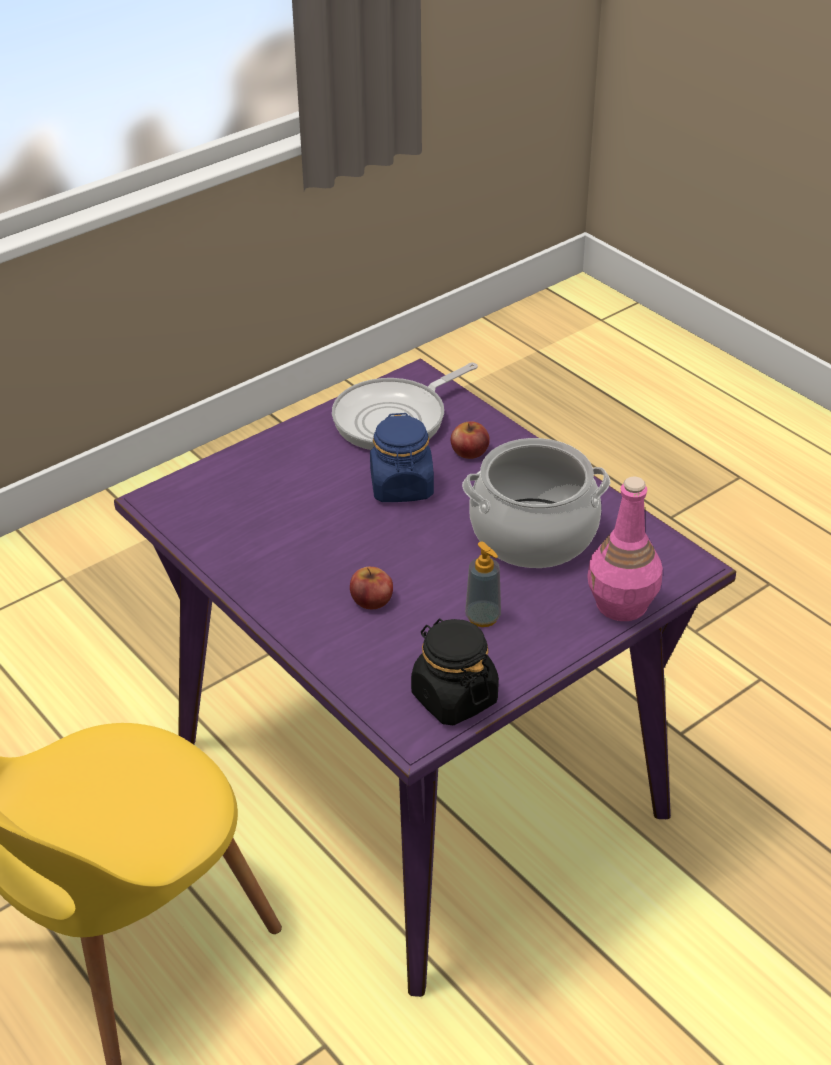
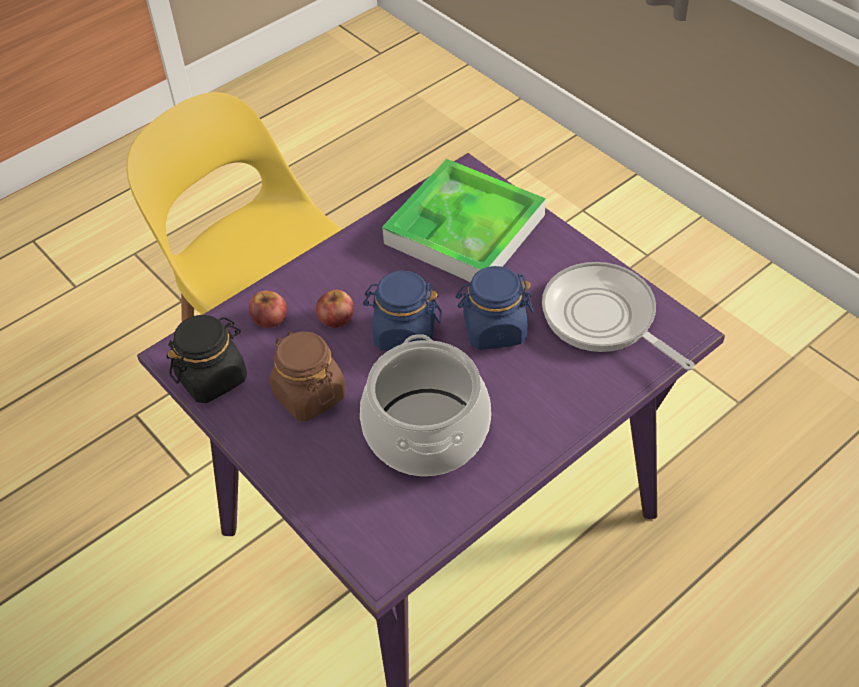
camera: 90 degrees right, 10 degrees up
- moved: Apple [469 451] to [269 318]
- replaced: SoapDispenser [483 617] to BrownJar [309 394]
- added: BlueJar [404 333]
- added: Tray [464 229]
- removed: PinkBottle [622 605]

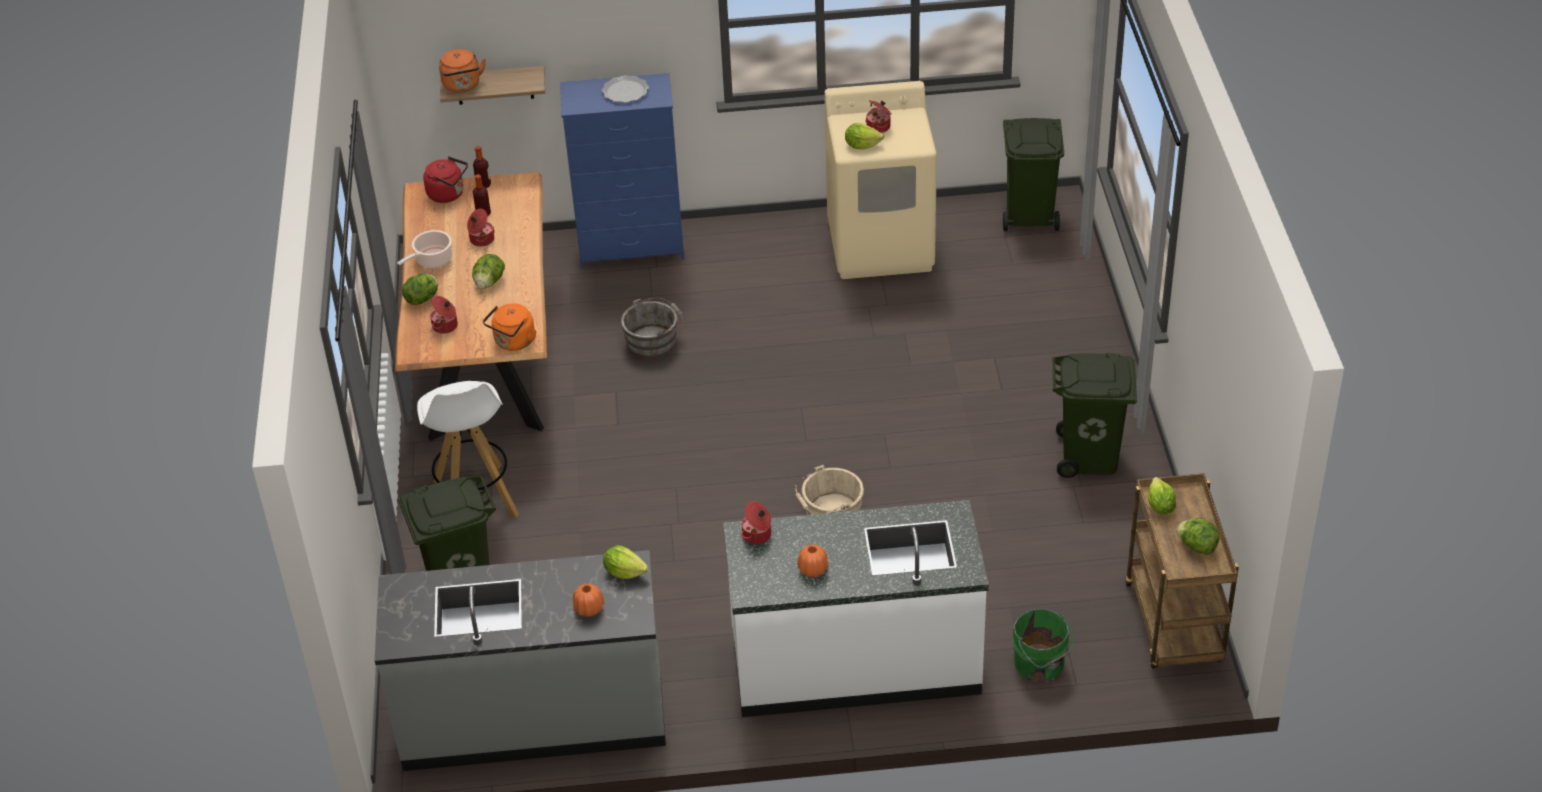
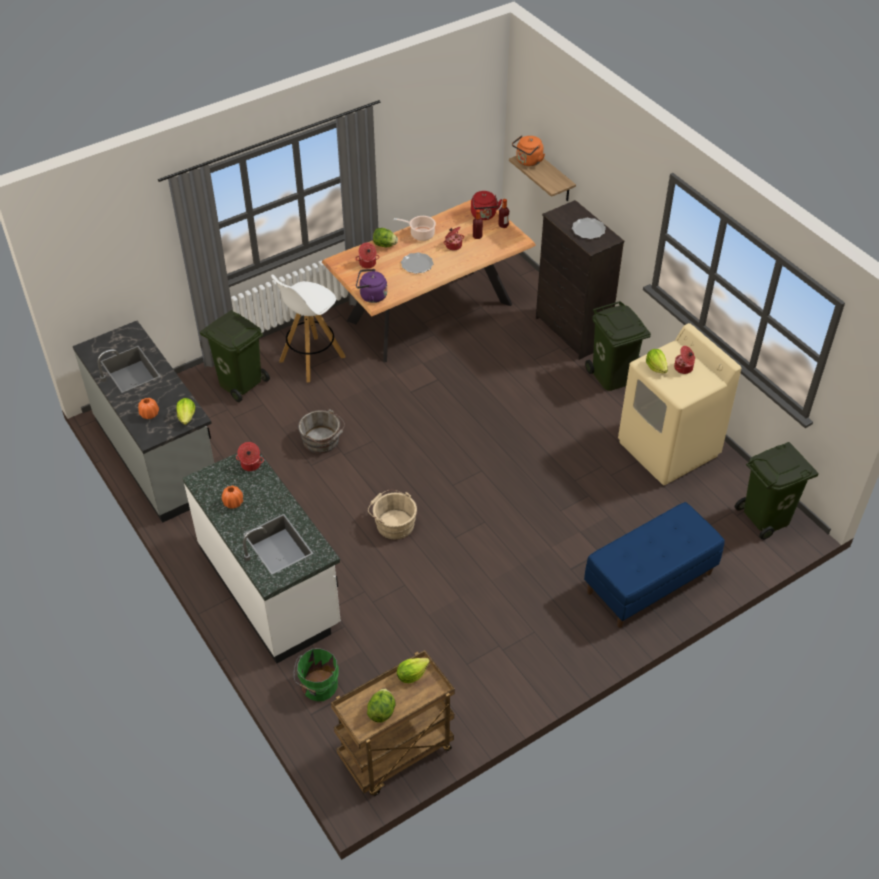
camera: 60 degrees right, 5 degrees up
- moved: GreyBucket [654 341] to [322 441]
- recoloured: OrangeKettle [513 342] to PurpleKettle [371 296]
- replaced: Lettuce [489 283] to Plate [417 264]
- recoloured: BlueDresser [632 247] to BlackDresser [572 332]
- added: BlueBench [649 583]
- moved: GreenTrashCan [1089 457] to [611 376]

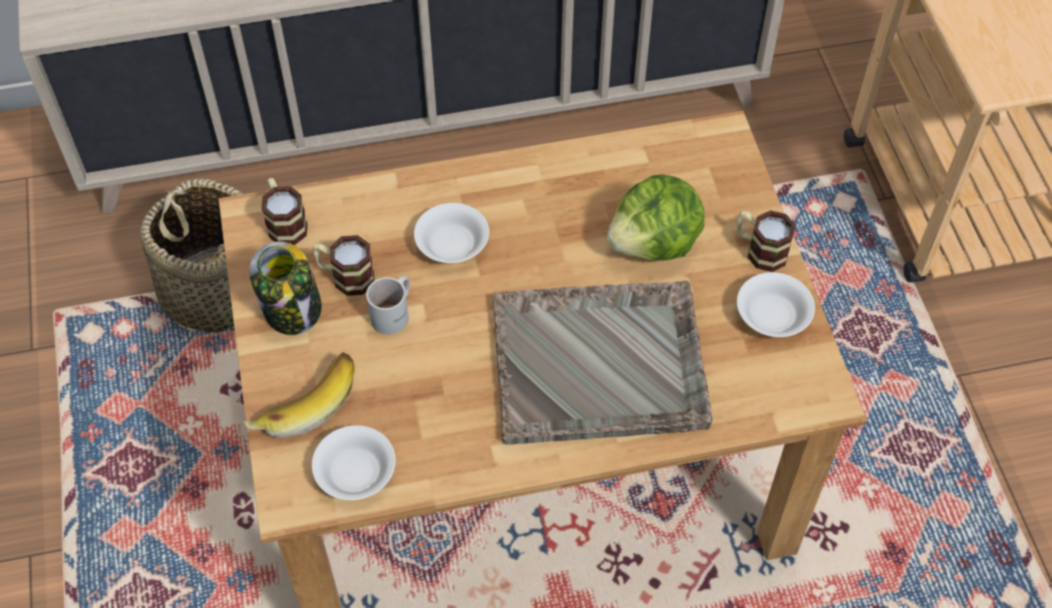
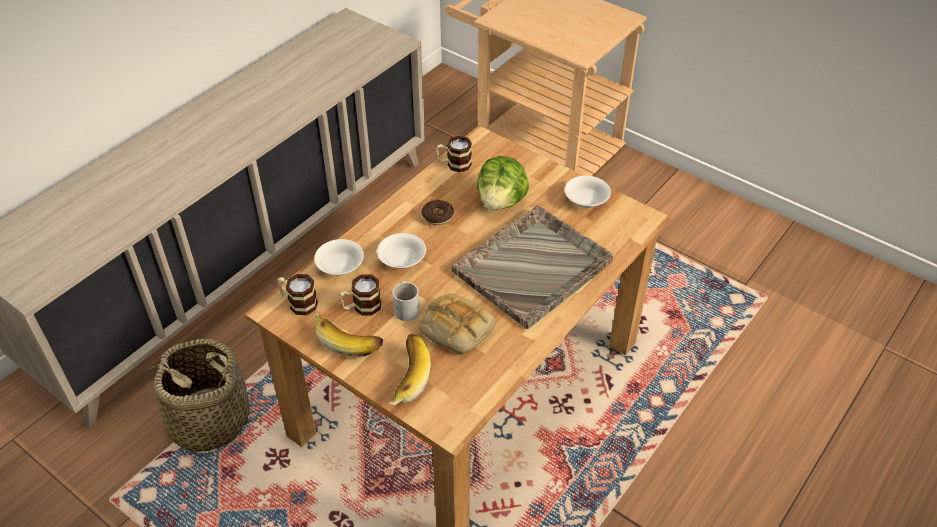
camera: 40 degrees left, 10 degrees down
- moved: WhiteBowl [357 473] to [341 265]
- replaced: Jar [292 310] to Banana [349 340]
- added: Bread [455 328]
- added: Donut [437 216]
- moved: Mug [760 250] to [454 164]

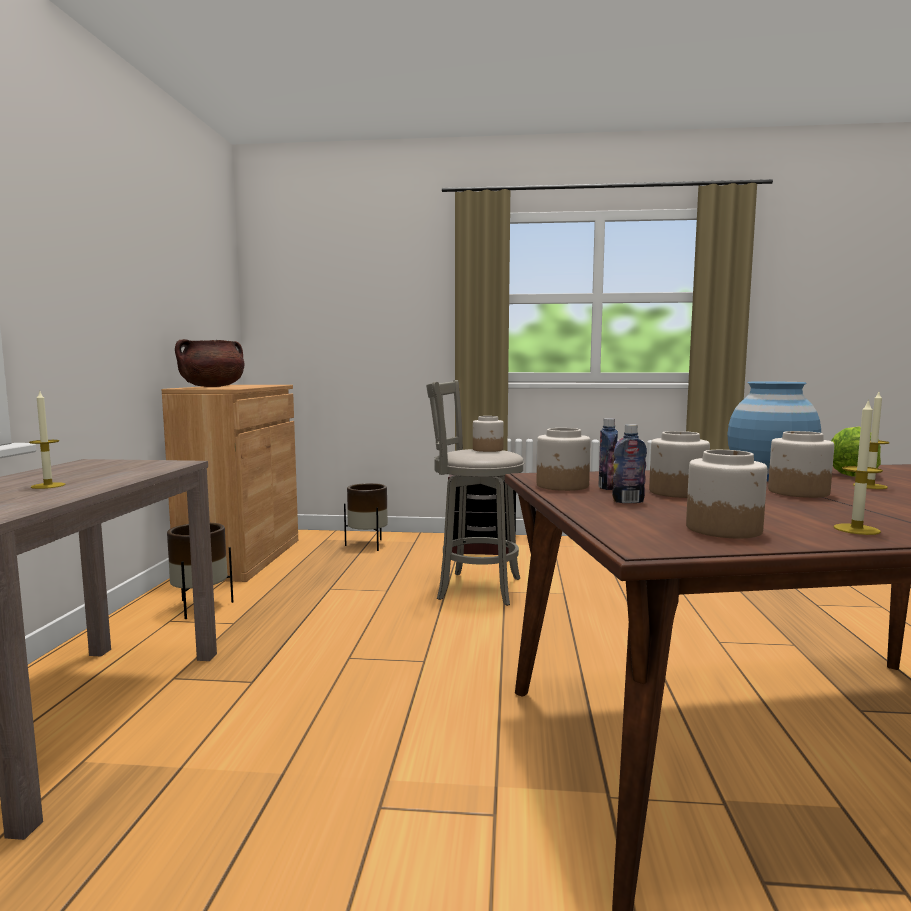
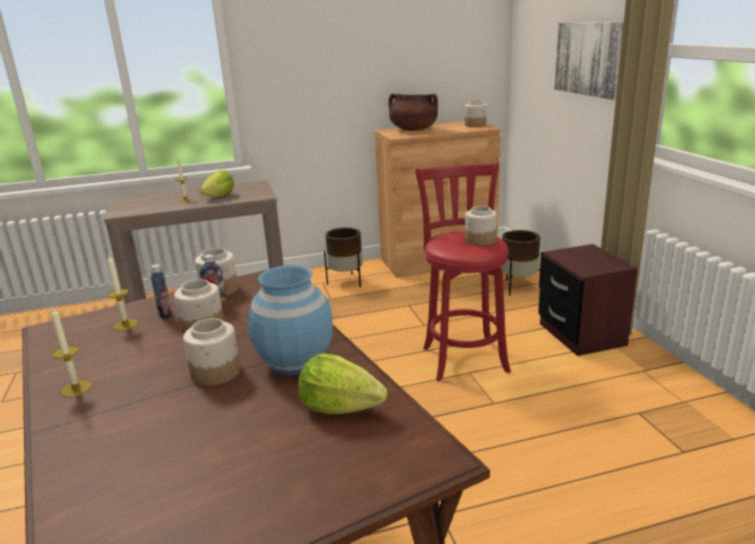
camera: 70 degrees right, 15 degrees up
- moved: Candle [870 486] to [125 325]
- added: Lettuce [219 196]
- recoloured: GreyStool [474 588] to RedStool [464 357]
- moved: Jar [723 529] to [475 125]
- added: Picture [590 58]

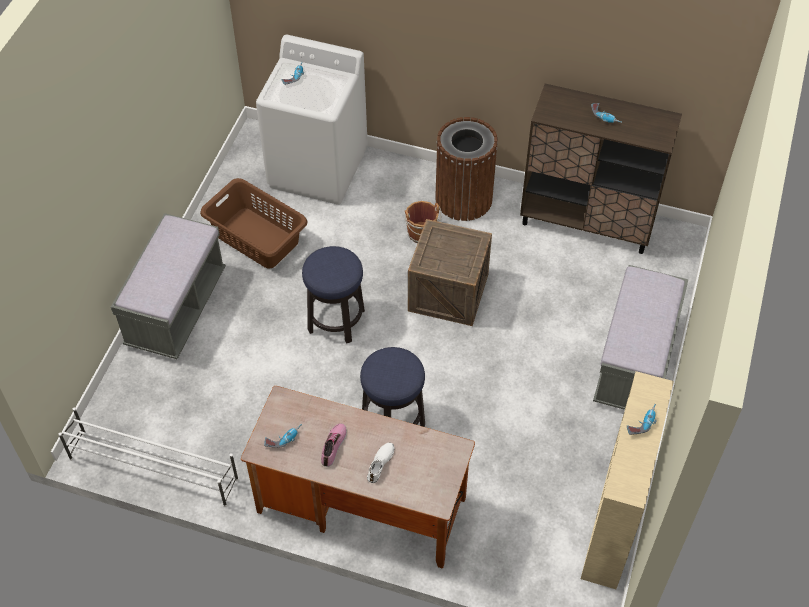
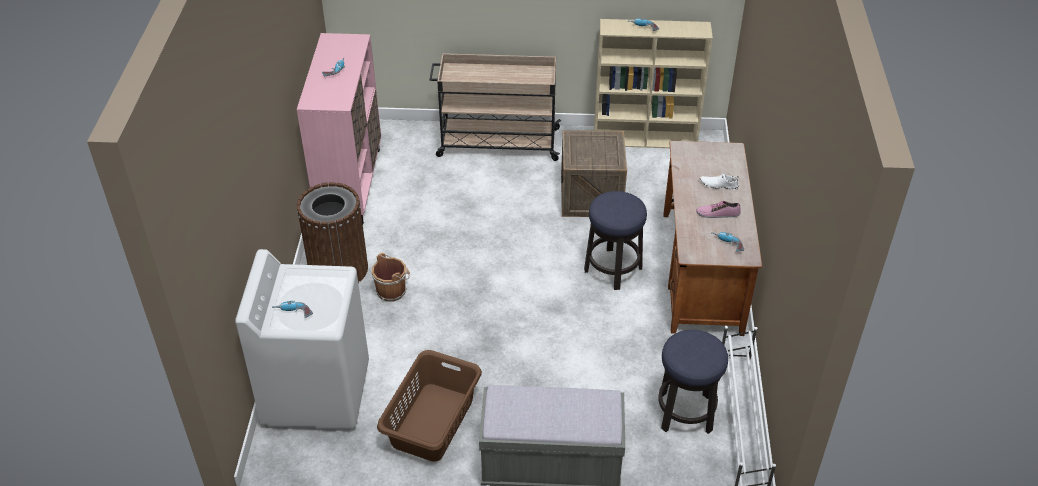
camera: 105 degrees left, 10 degrees down
- recoloured: BrownCabinet [587 222] to PinkCabinet [350 184]
- replaced: GreyBench [634 363] to BeigeCart [497 143]
- moved: Crate [448 292] to [591 196]
- moved: Stool [336 320] to [685 413]

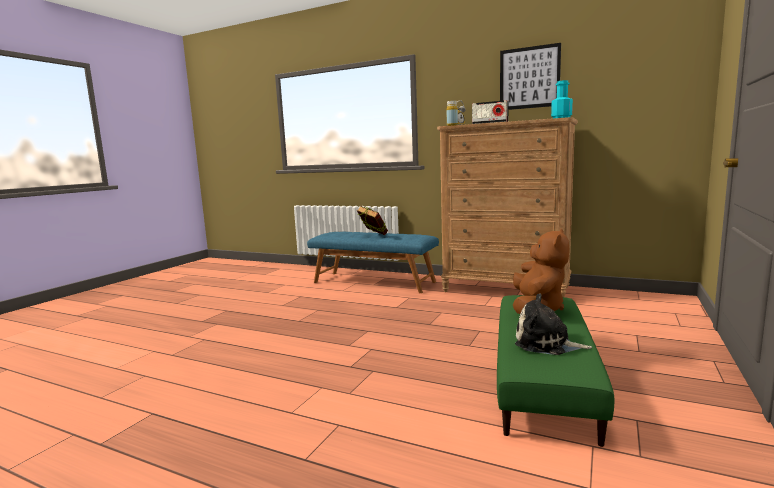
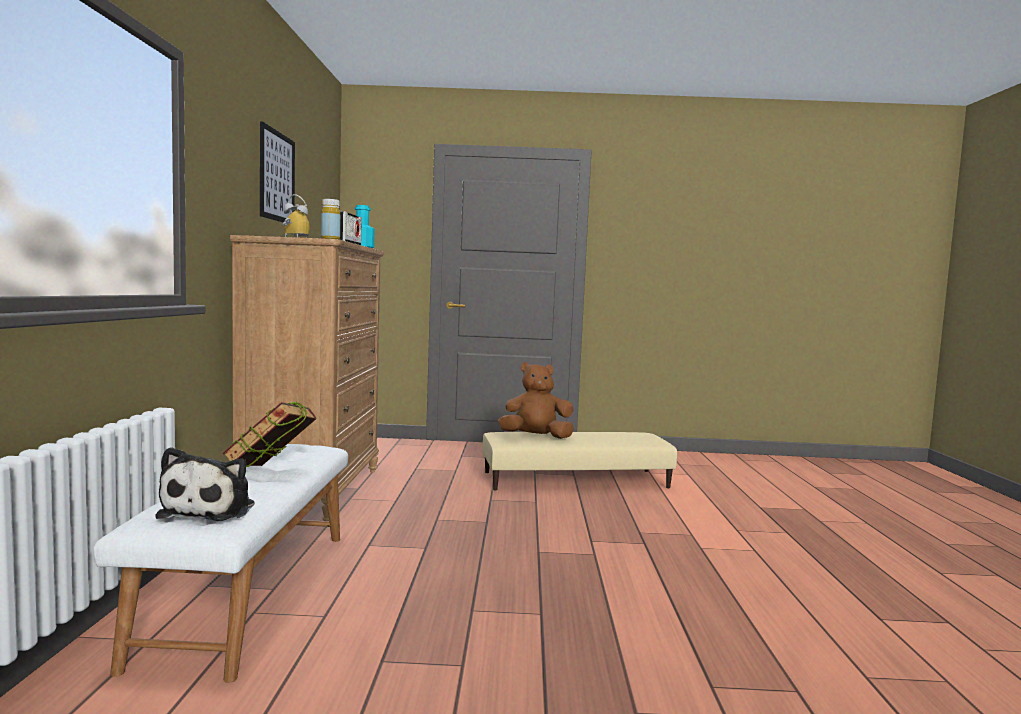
camera: 115 degrees left, 5 degrees down
- recoloured: BlueBench [374 282] to WhiteBench [248 592]
- moved: PlushToy [546 344] to [211 510]
- recoloured: GreenOttoman [543 377] to BeigeOttoman [575 480]

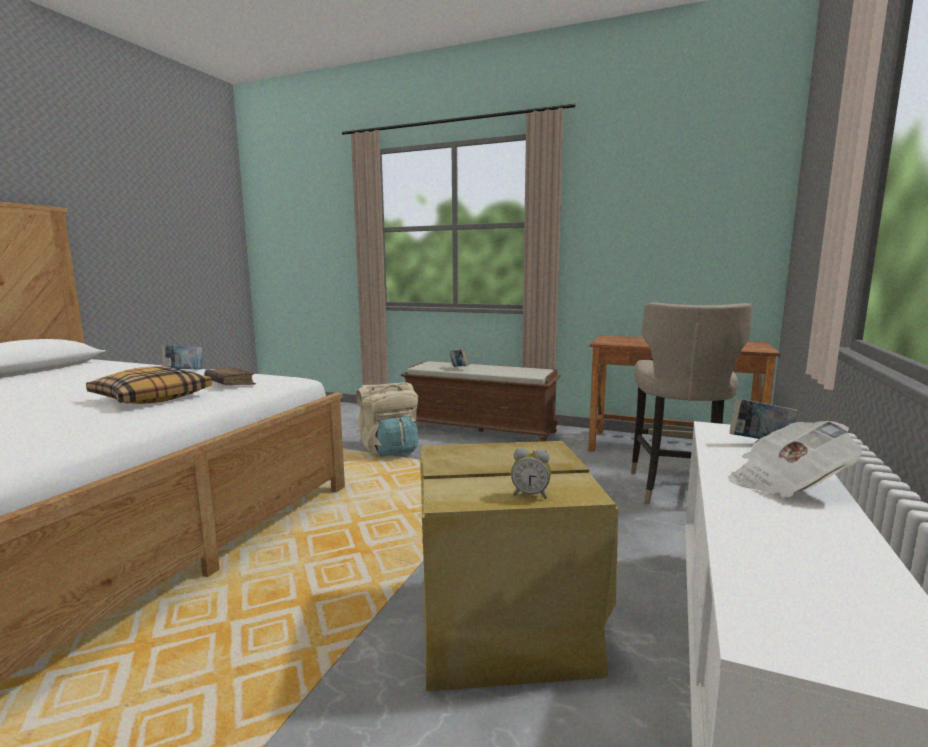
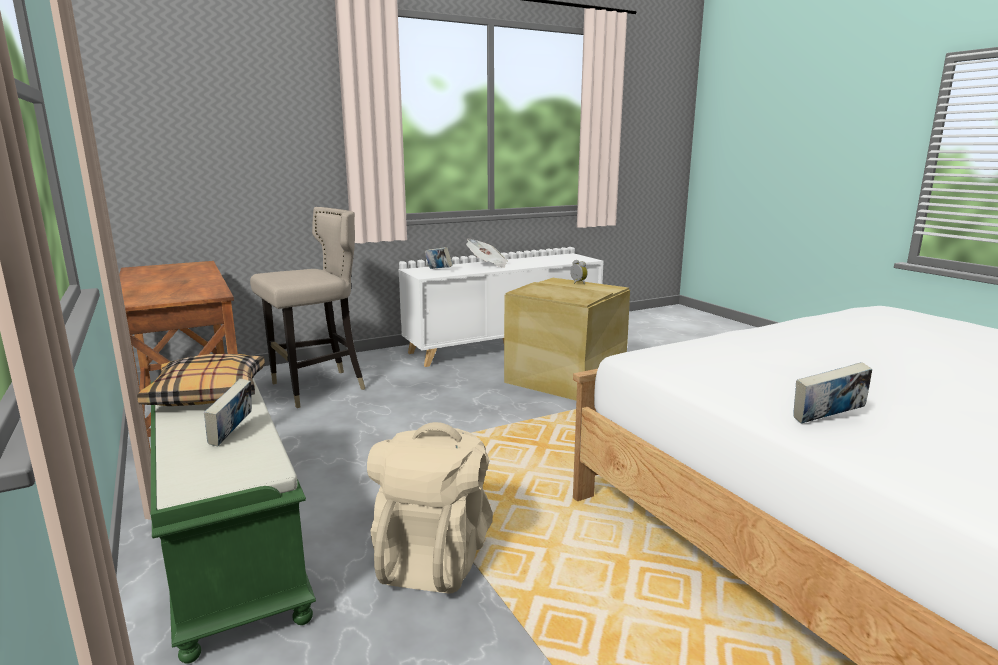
camera: 140 degrees left, 5 degrees up
- moved: Pillow [152 397] to [208 394]
- recoloured: BrownBench [481 430] to GreenBench [227 541]
- removed: BrownBook [230 383]

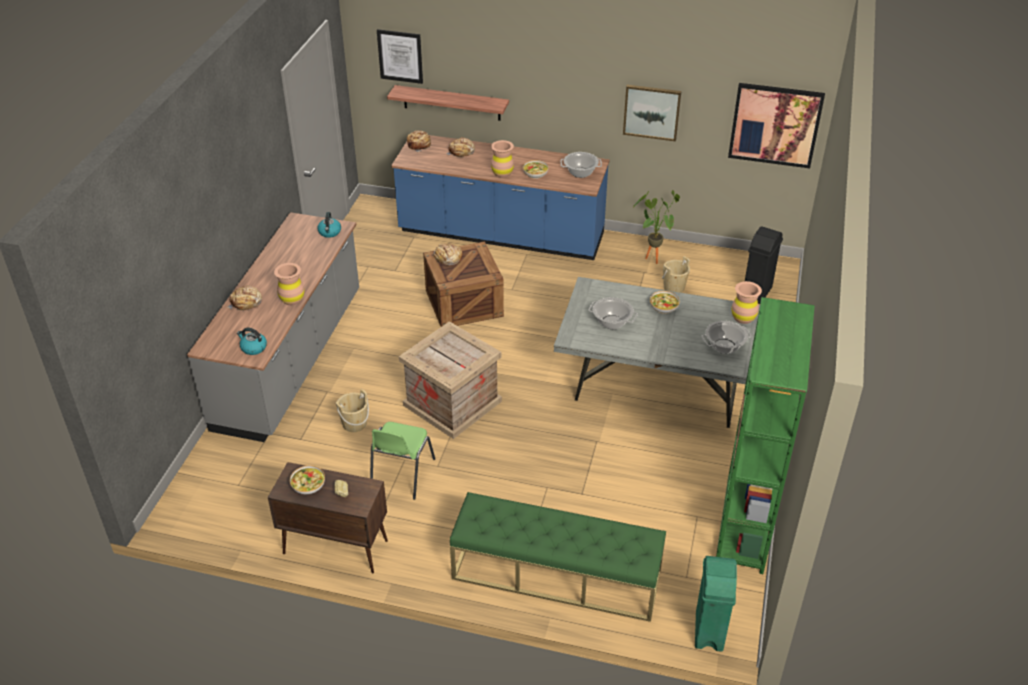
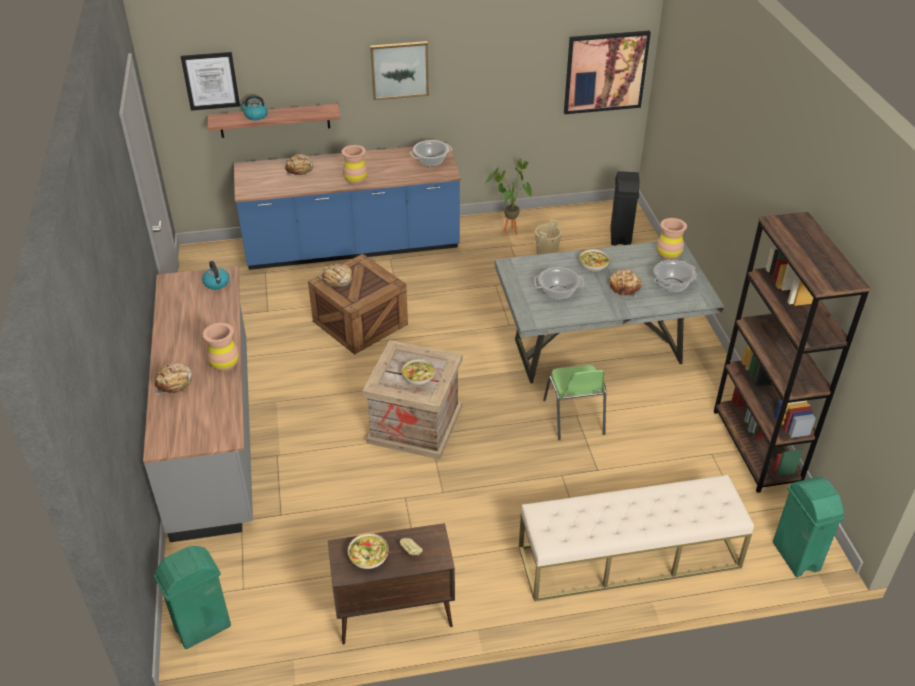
camera: 25 degrees left, 0 degrees up
- added: GreenTrashCan [202 627]
- moved: Kettle [253 348] to [255 116]
- moved: Picture [651 112] to [399 70]
- moved: Bowl [535 173] to [418 377]
- recoloured: GreenBench [556 575] to BeigeBench [628 557]
- moved: GreenChair [401 475] to [574 418]
- moved: Bread [419 145] to [625 287]
- recoloured: GreenBookcase [744 525] to BrownBookcase [756 447]
- removed: BeigeBucket [354 423]

